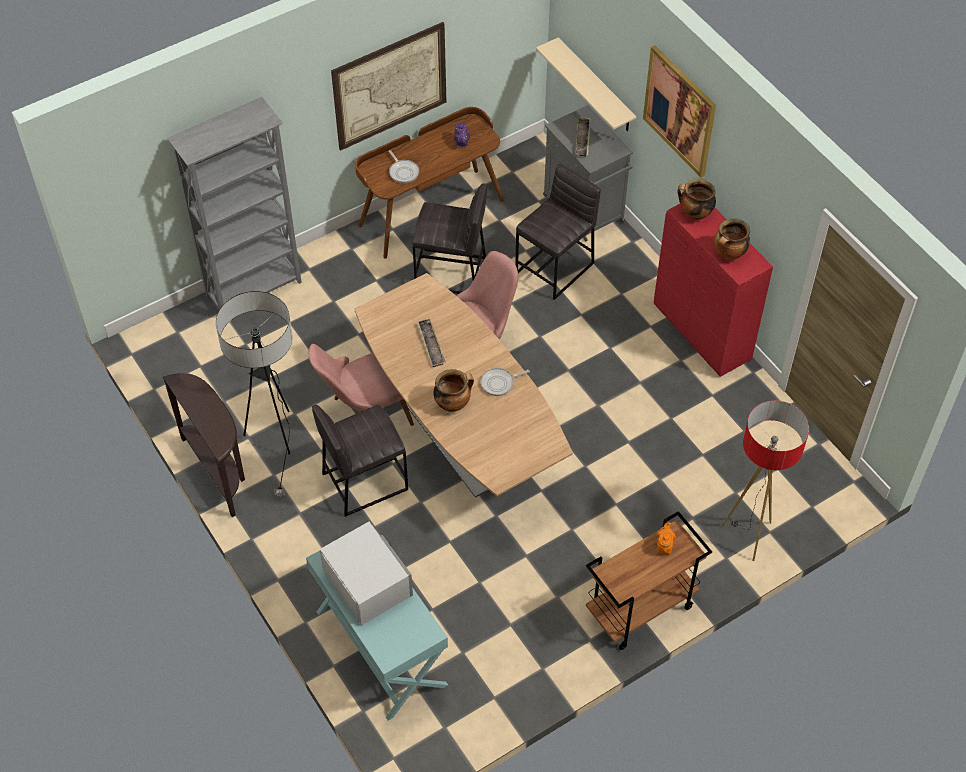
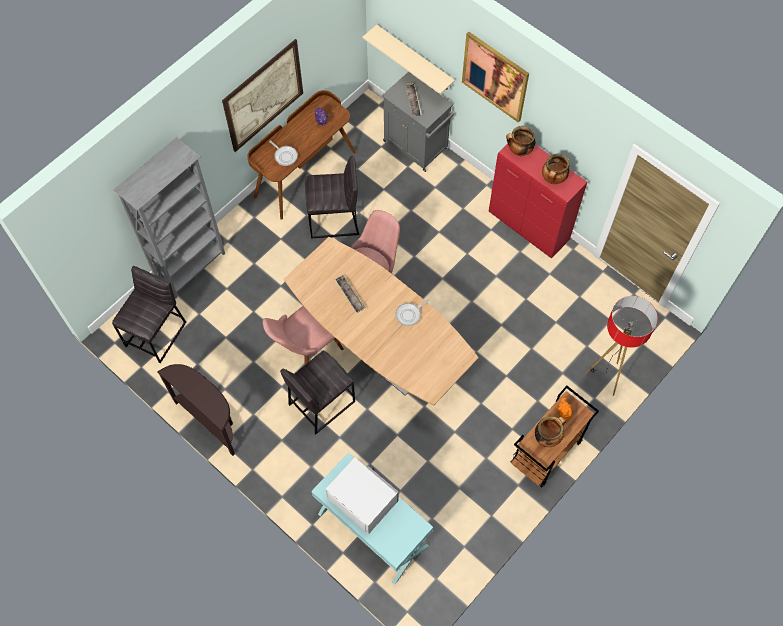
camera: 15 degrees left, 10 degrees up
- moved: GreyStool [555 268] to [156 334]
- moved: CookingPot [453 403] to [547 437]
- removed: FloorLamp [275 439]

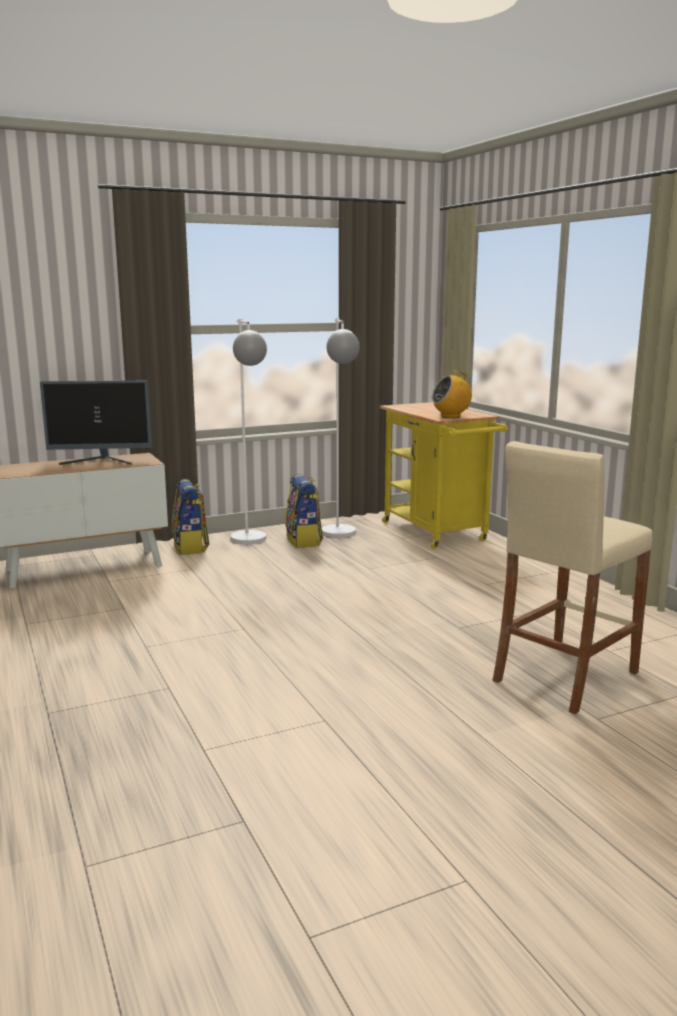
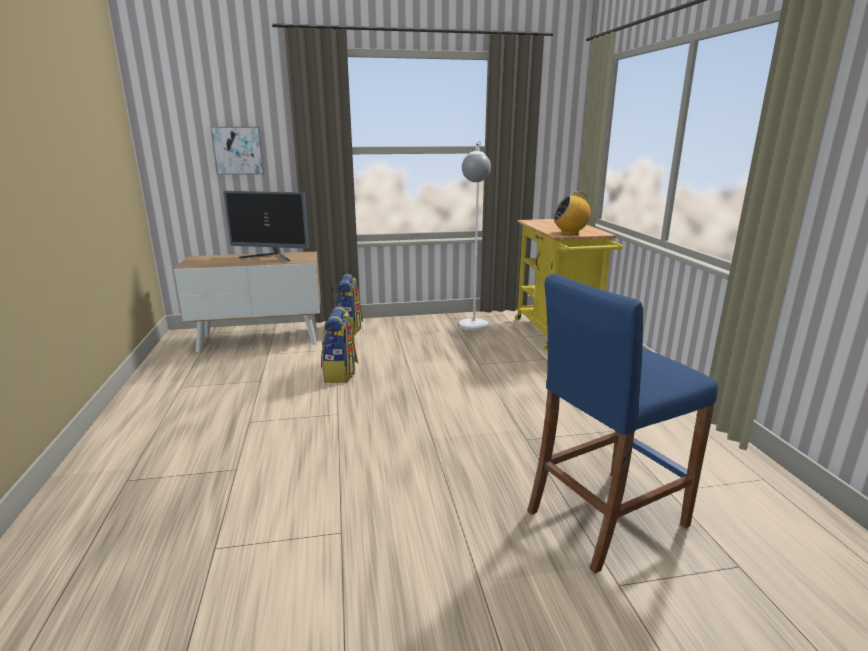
camera: 15 degrees right, 5 degrees up
- added: Picture [238 150]
- moved: Backpack [304 541] to [340 373]
- recoloured: BeigeStool [564 676] to BlueStool [605 518]
- removed: WhiteFloorLamp [251 542]

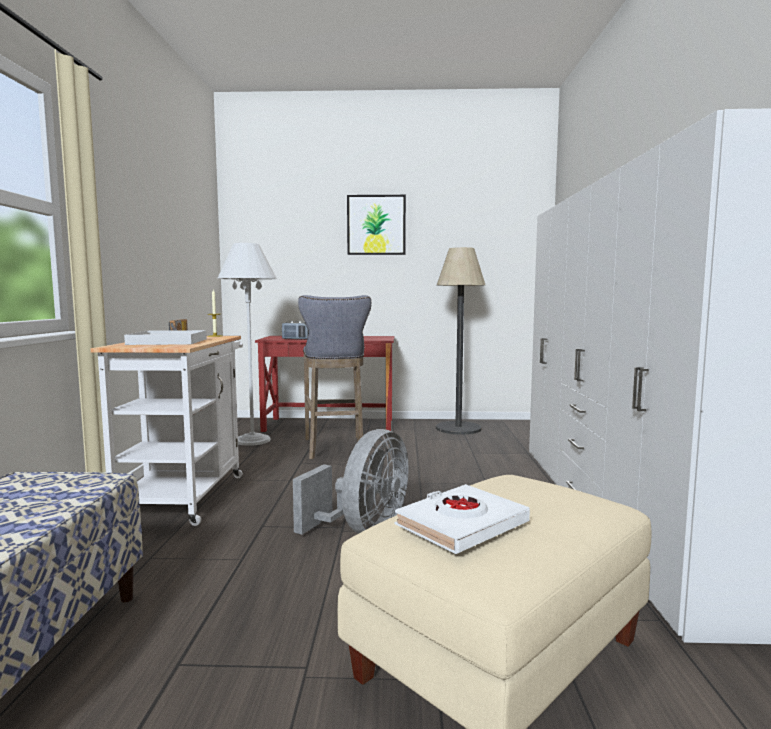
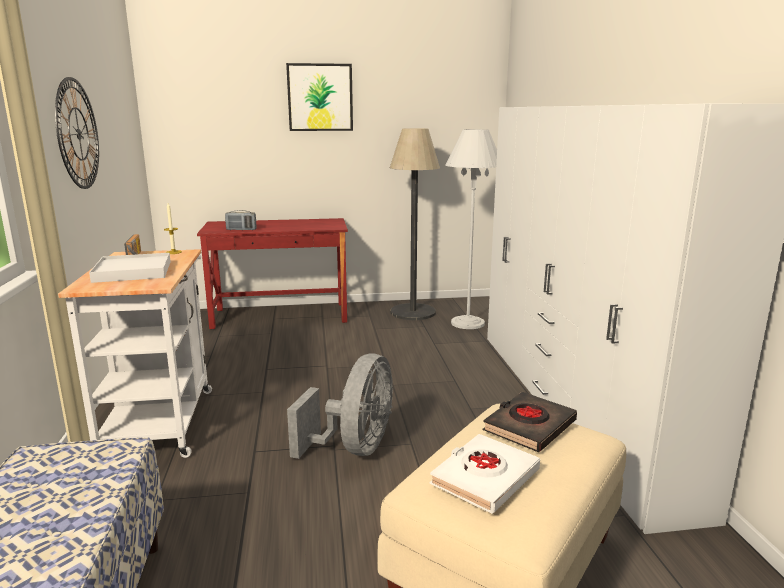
camera: 10 degrees left, 10 degrees up
- added: WallClock [78 134]
- moved: WhiteFloorLamp [252 440] to [467 323]
- added: BlackBook [529 426]
- removed: GreyStool [335 448]

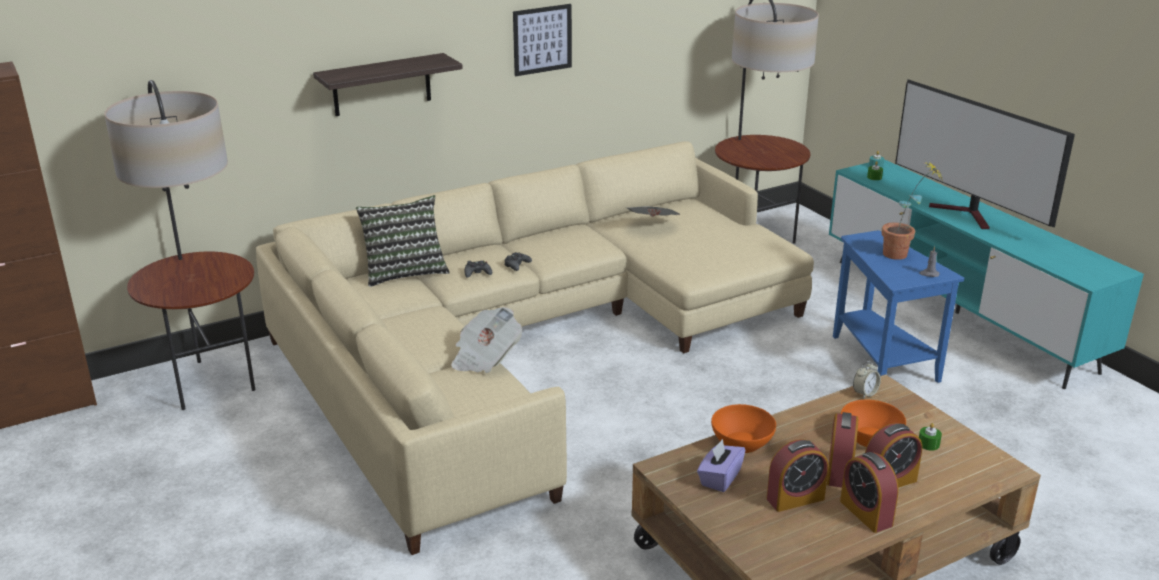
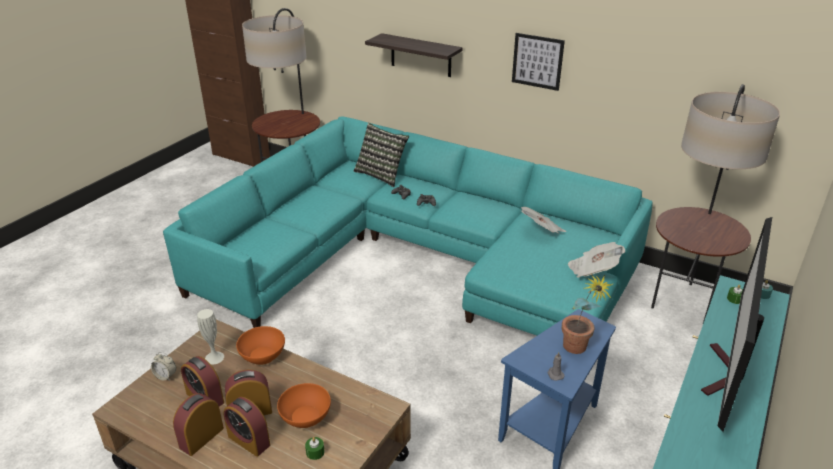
camera: 60 degrees right, 5 degrees up
- moved: AlarmClock [865 393] to [165 376]
- recoloured: BeigeSofa [528 344] to TurquoiseSofa [416 257]
- replaced: PurpleTissueBox [719 478] to WhiteVase [214 357]
- moved: Newspaper [485 358] to [593 270]

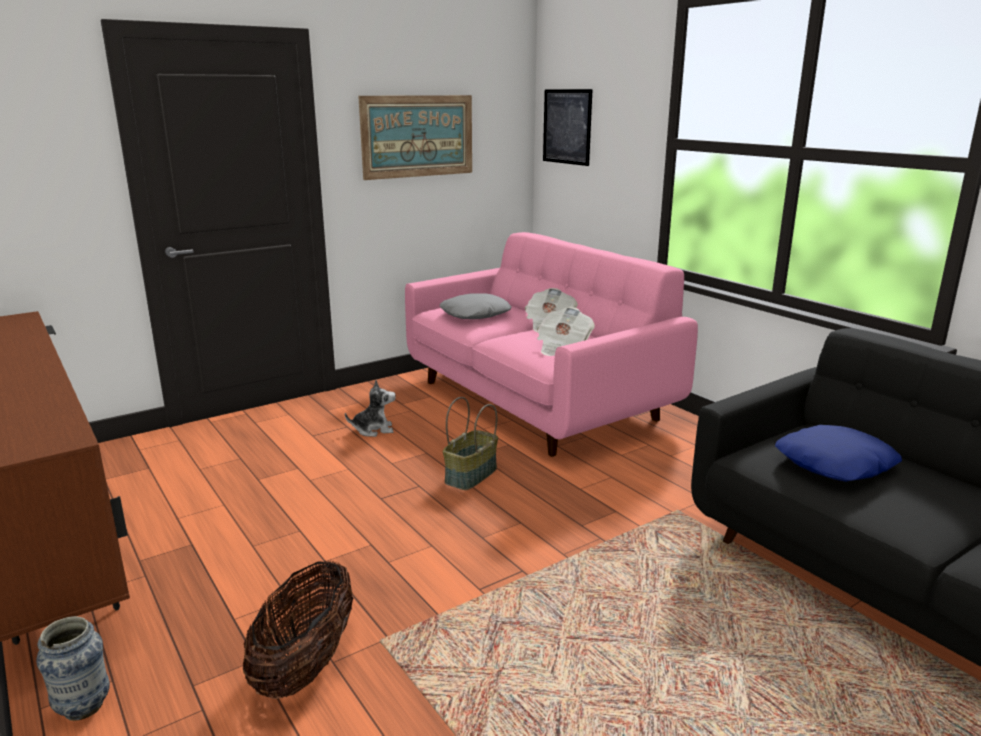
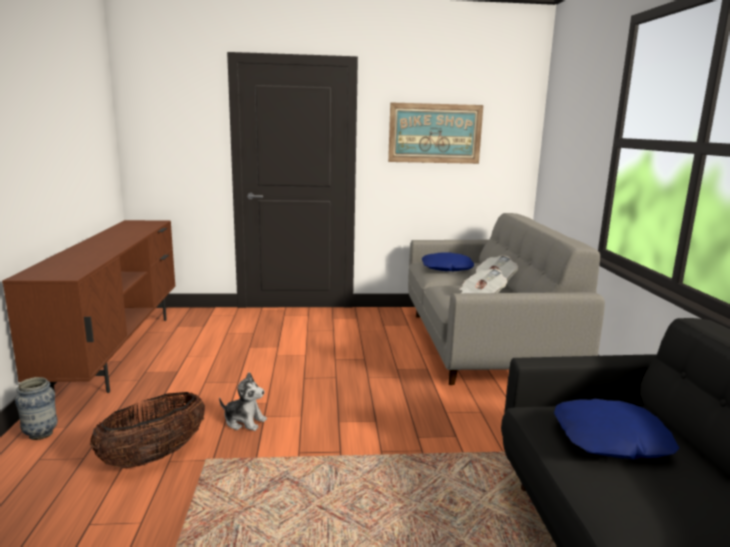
camera: 30 degrees right, 5 degrees down
- moved: PlushToy [373 430] to [244 421]
- recoloured: PinkSofa [536 401] to GreySofa [482 345]
- recoloured: GreyPillow [475 314] to BluePillow [447 268]
- removed: Basket [471 476]
- removed: Picture [567 126]

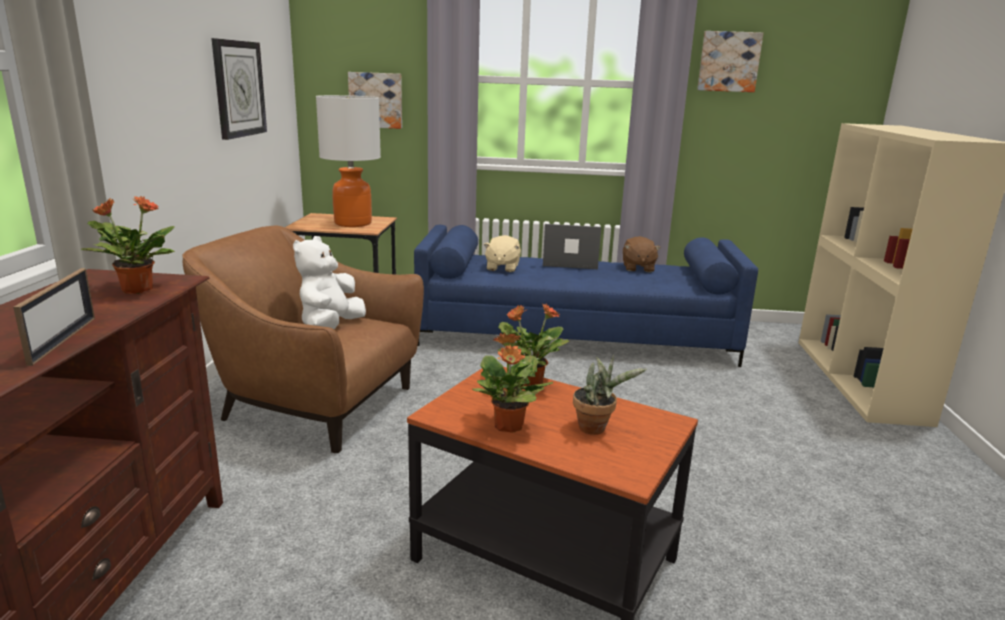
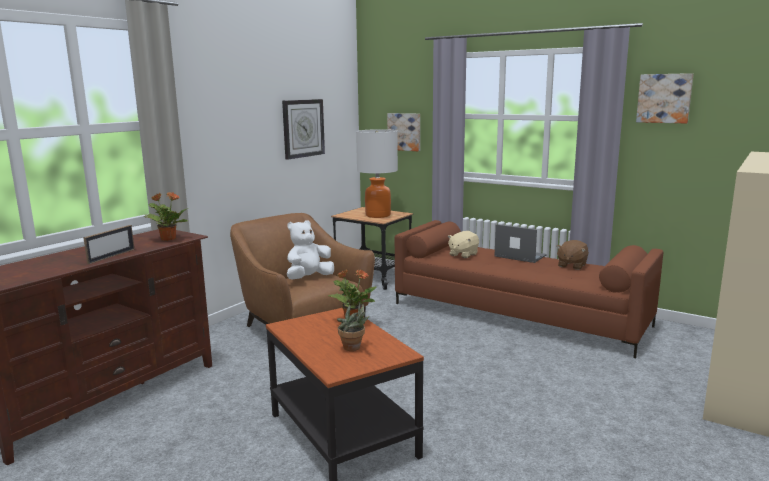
camera: 30 degrees right, 5 degrees down
- recoloured: BlueSofa [576 336] to BrownSofa [519 314]
- removed: PottedPlant [508 427]

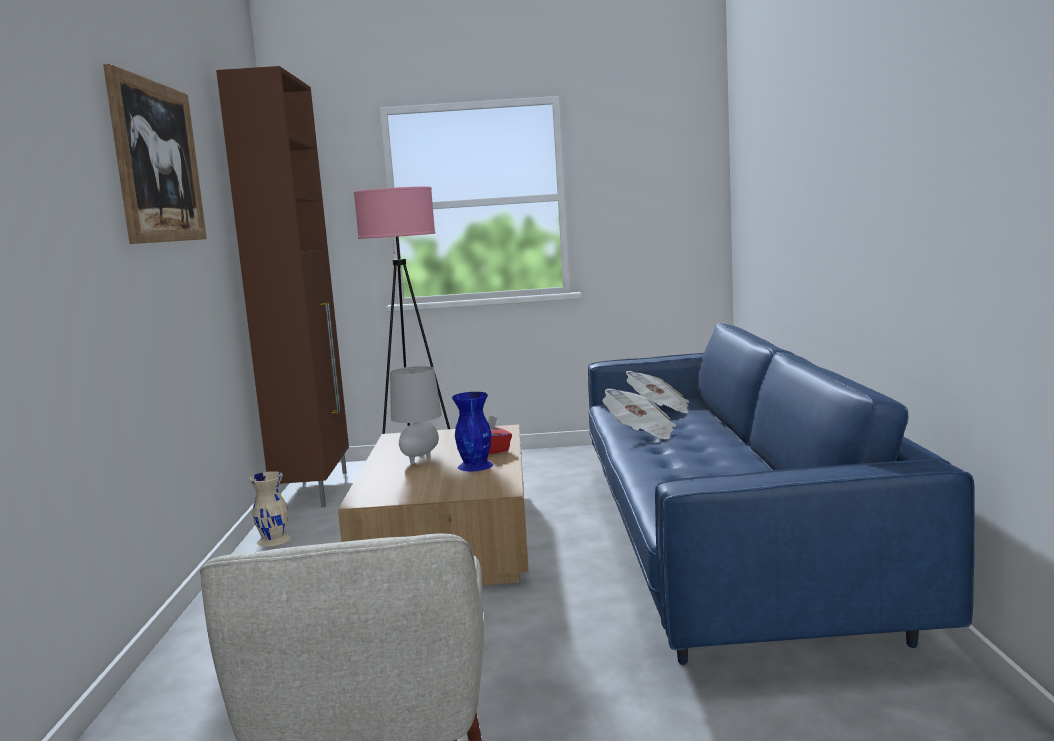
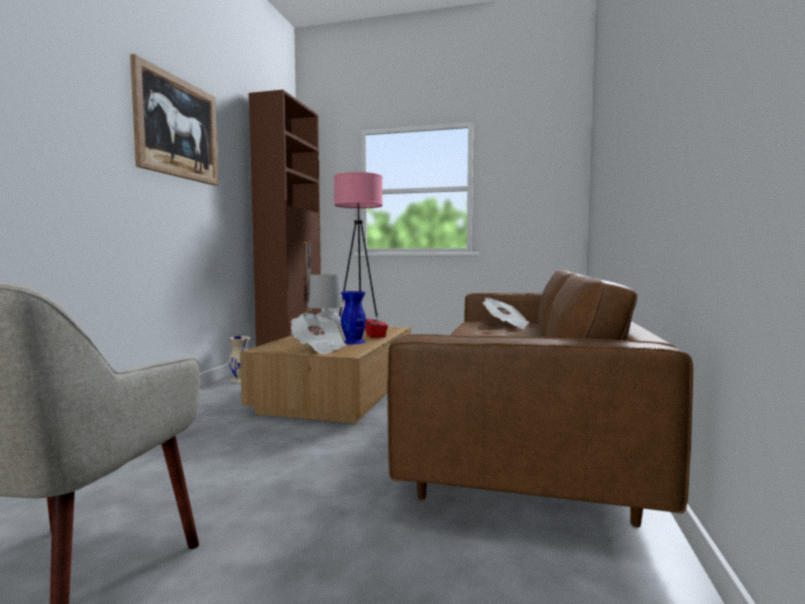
camera: 15 degrees right, 5 degrees down
- moved: Newspaper [640 433] to [319 348]
- recoloured: BlueSofa [721 543] to BrownSofa [521 421]

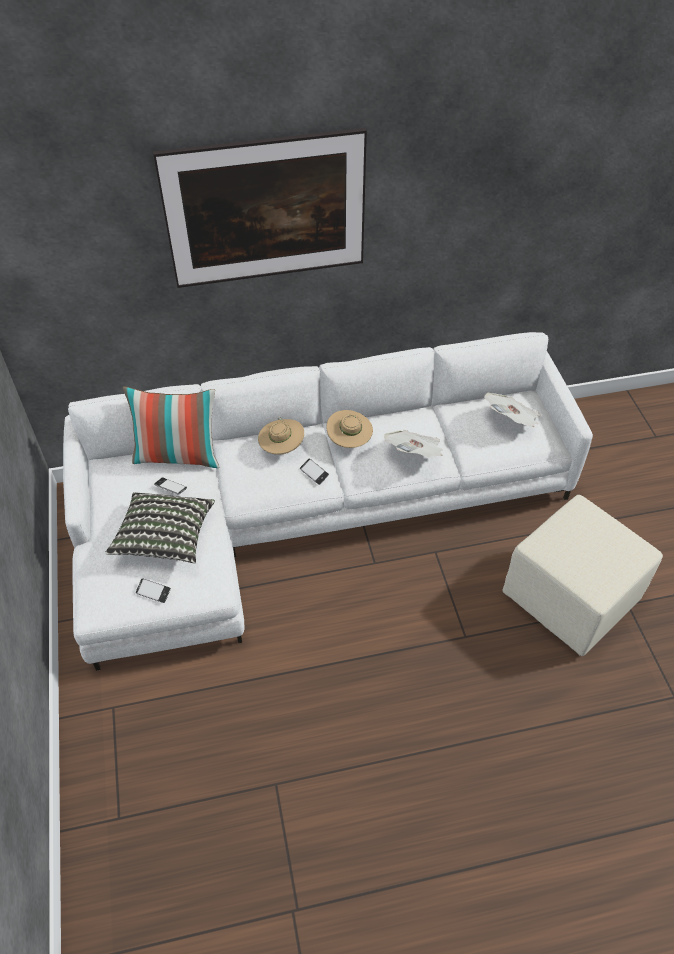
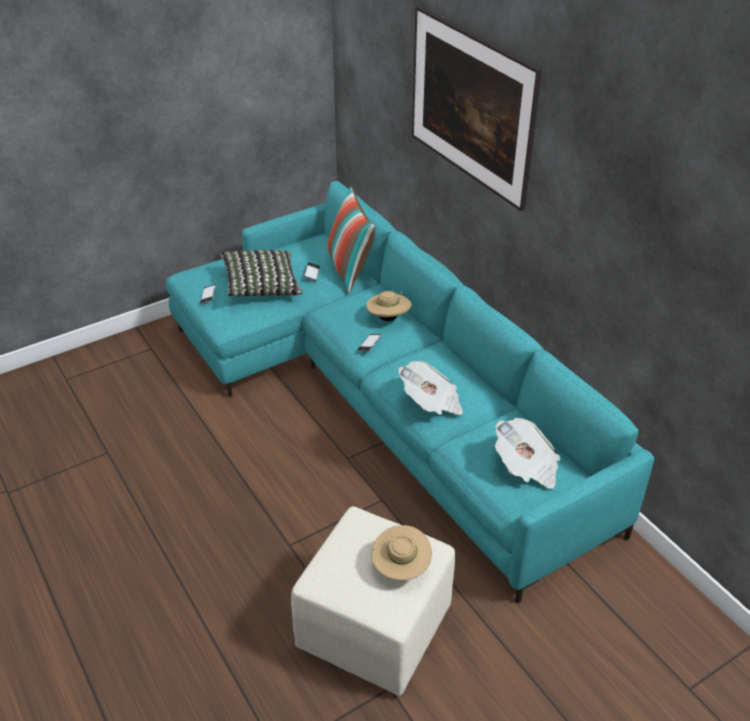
camera: 70 degrees right, 10 degrees down
- recoloured: WhiteSofa [304 512] to TurquoiseSofa [382 396]
- moved: BeigeHat [349 441] to [400 567]

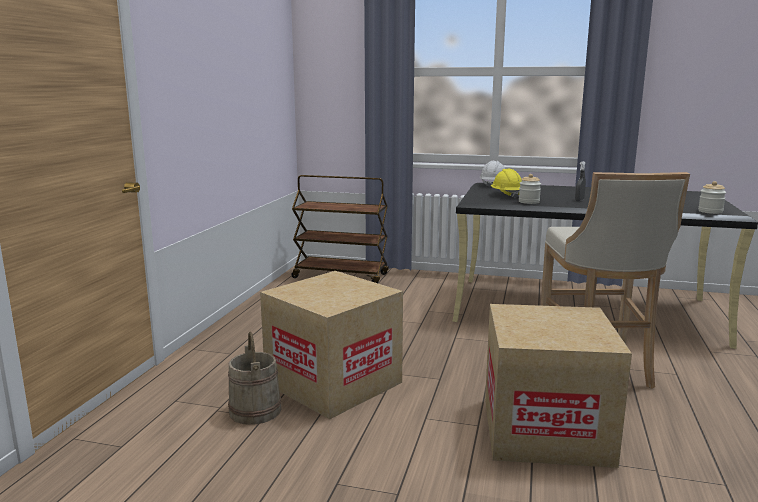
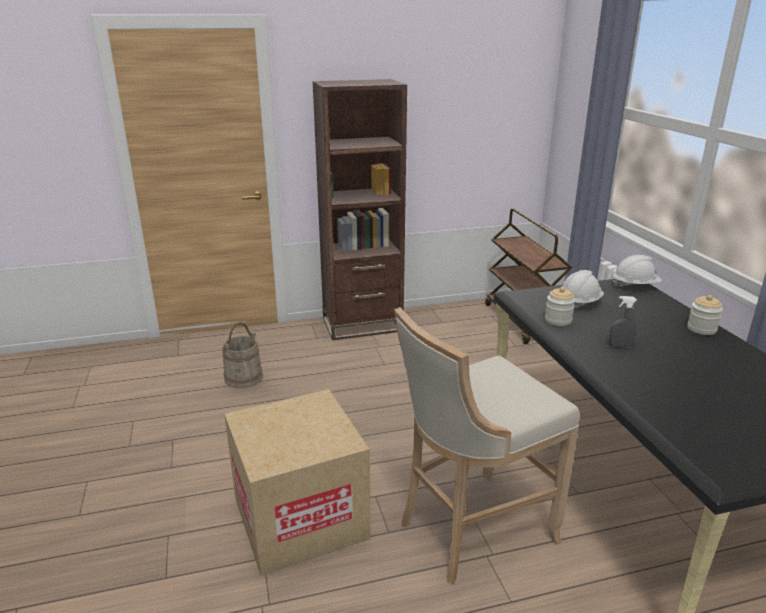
camera: 60 degrees right, 10 degrees up
- added: BrownBookcase [362 324]
- recoloured: YellowHardHat [506 195] to WhiteHardHat [579 303]
- moved: Jar [710 211] to [701 329]
- removed: CardboardBox [333 383]

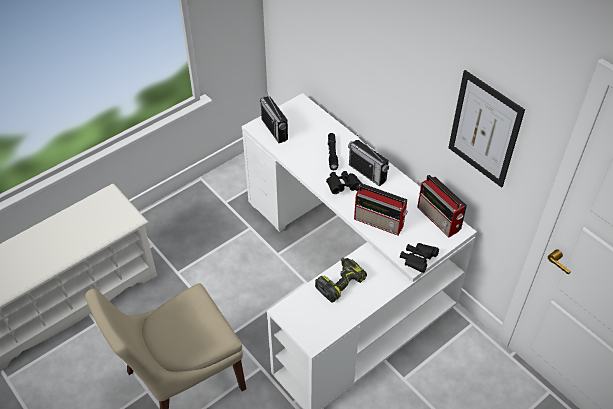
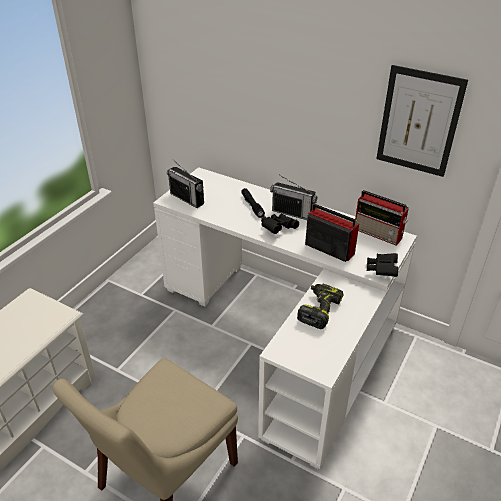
camera: 20 degrees left, 10 degrees down
- turned: Radio [380 222] = [328 248] 150 degrees counterclockwise

